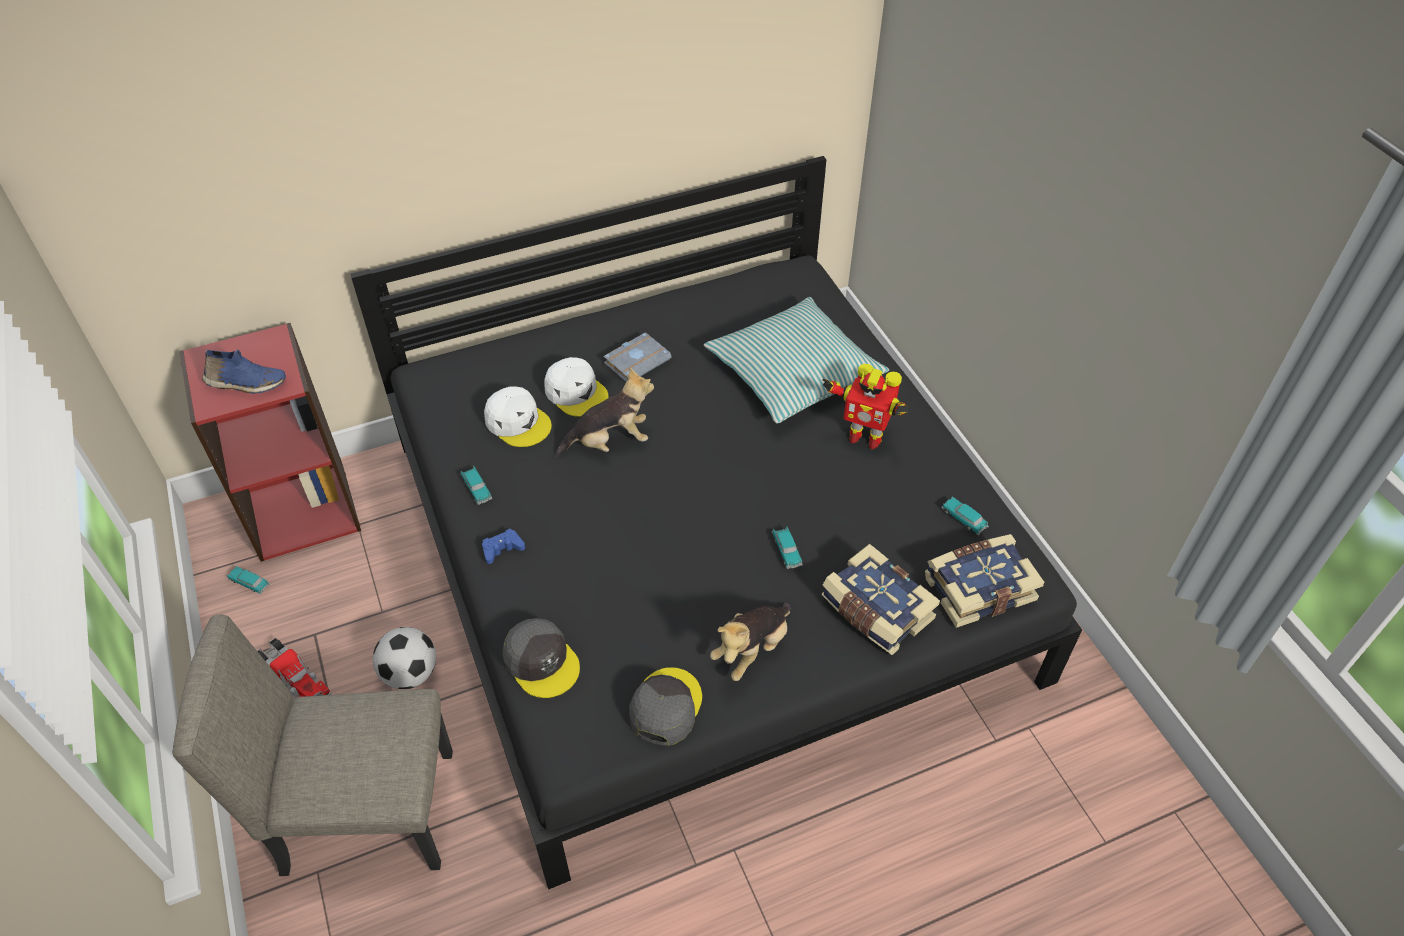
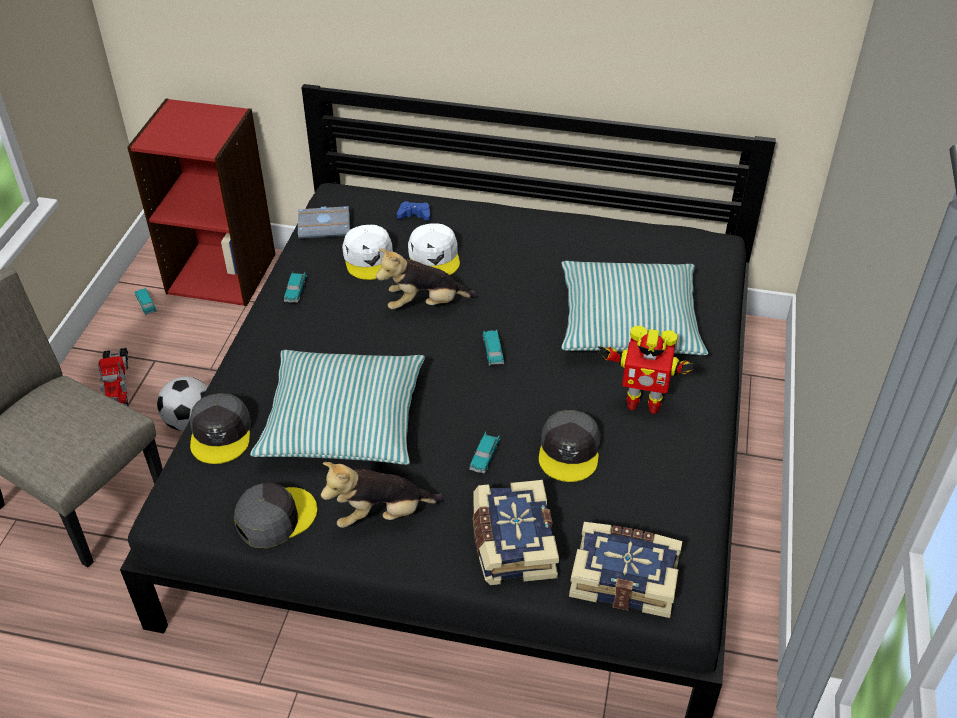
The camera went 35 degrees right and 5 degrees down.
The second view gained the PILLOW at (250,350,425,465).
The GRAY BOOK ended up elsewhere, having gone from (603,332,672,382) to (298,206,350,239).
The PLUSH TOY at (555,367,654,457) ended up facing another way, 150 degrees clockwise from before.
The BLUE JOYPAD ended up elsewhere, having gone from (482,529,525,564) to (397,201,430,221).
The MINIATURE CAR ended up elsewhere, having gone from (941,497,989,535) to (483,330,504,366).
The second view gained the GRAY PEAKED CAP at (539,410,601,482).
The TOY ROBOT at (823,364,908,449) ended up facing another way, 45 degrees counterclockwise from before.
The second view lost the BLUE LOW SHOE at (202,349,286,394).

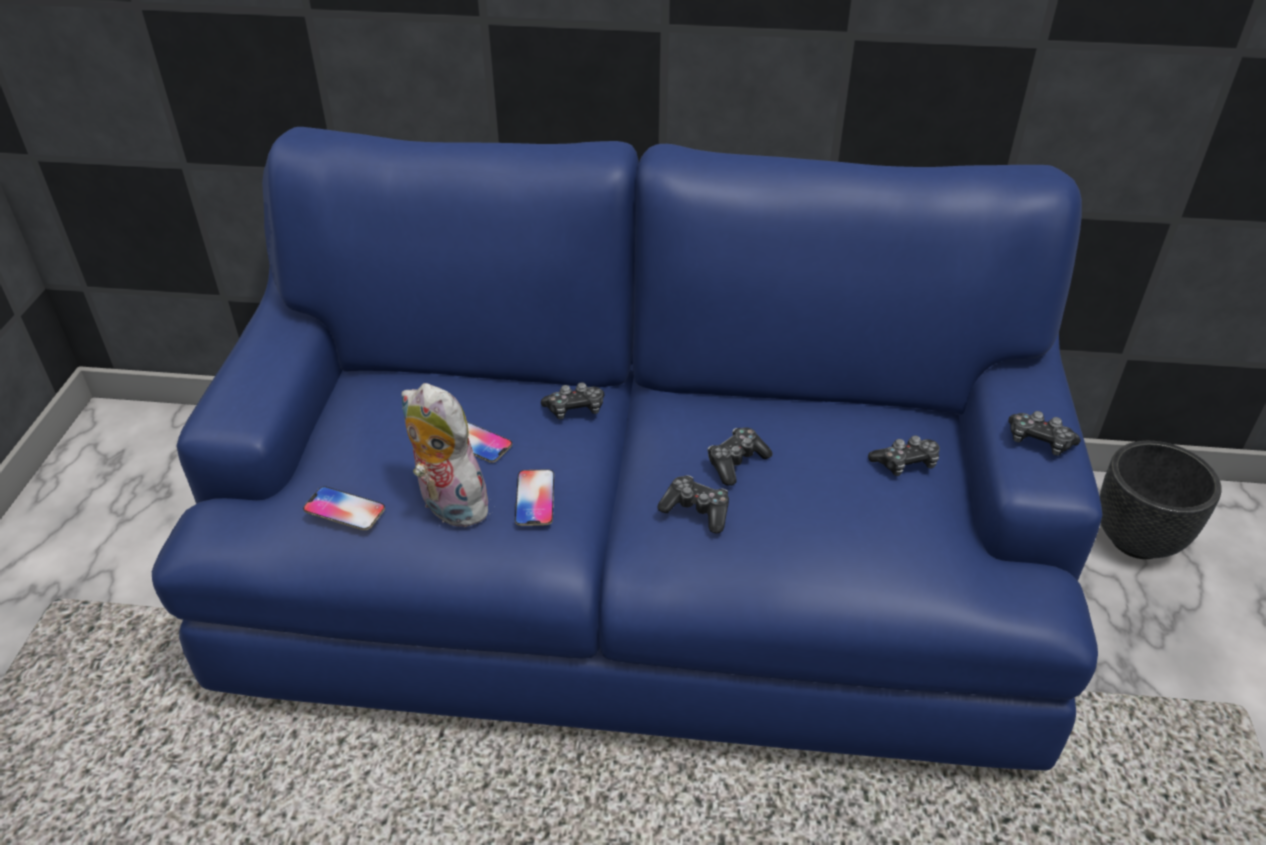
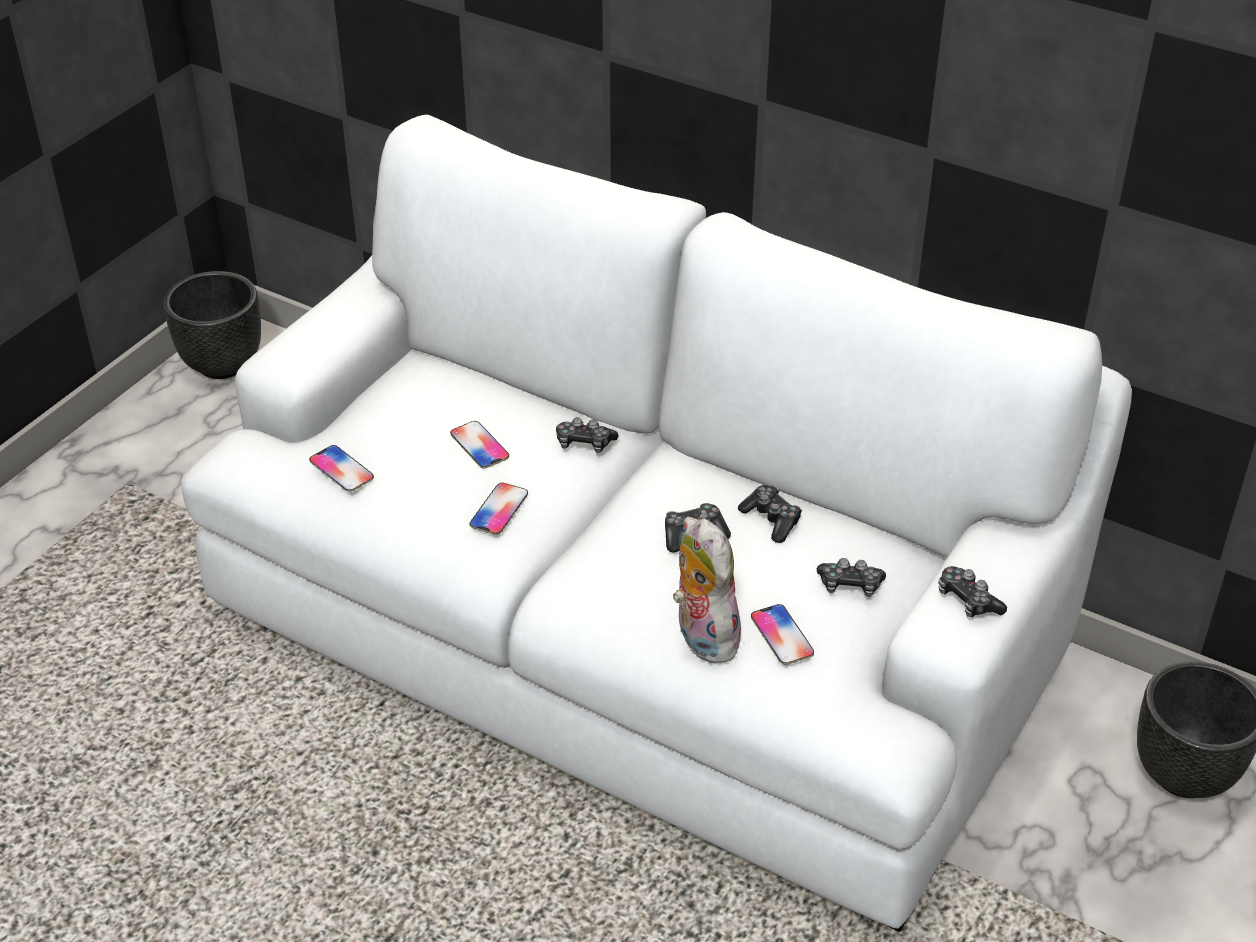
The camera went 25 degrees right and 0 degrees up.
The second view gained the BLACK PLANTER at (164,271,261,379).
What was the BLUE SETTEE at (152,127,1102,770) turned into the WHITE-COLOURED SETTEE at (181,115,1132,932).
The PLUSH TOY ended up elsewhere, having gone from (401,383,497,527) to (673,517,741,663).
The JOYPAD ended up elsewhere, having gone from (658,475,729,534) to (738,485,802,543).
The second view gained the PHONE at (751,604,814,665).

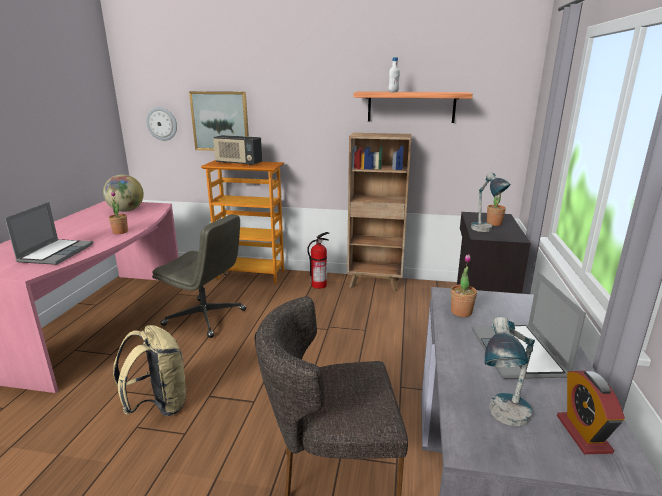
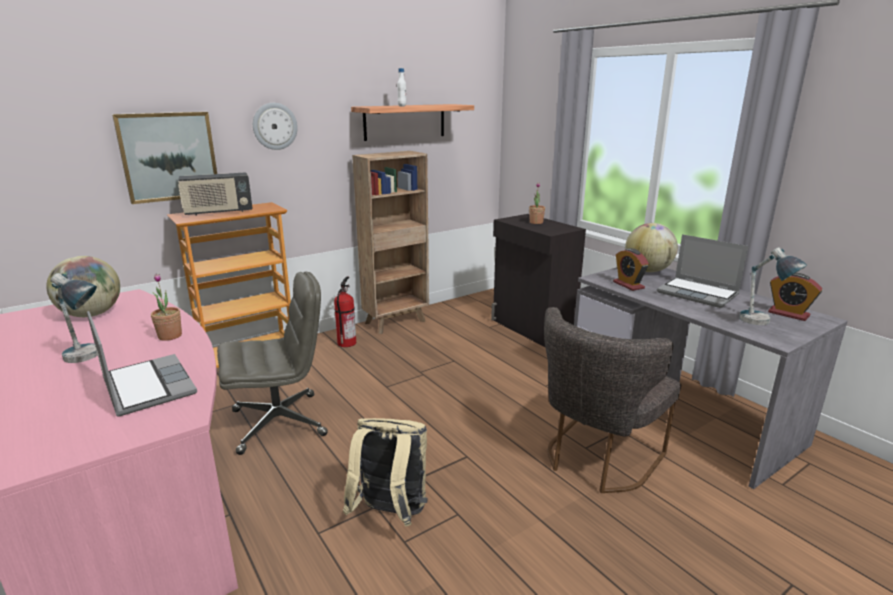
The camera went 45 degrees left and 0 degrees up.
The LAMP FOR A TABLE ended up elsewhere, having gone from (471,172,510,232) to (51,273,98,363).
The HANGING CLOCK ended up elsewhere, having gone from (146,107,177,141) to (253,103,298,150).
Where the POTTED PLANT stood at (451,254,477,317), the BEDSIDE CLOCK came to stand at (613,248,649,291).
The second view gained the WORLD GLOBE at (625,223,678,272).

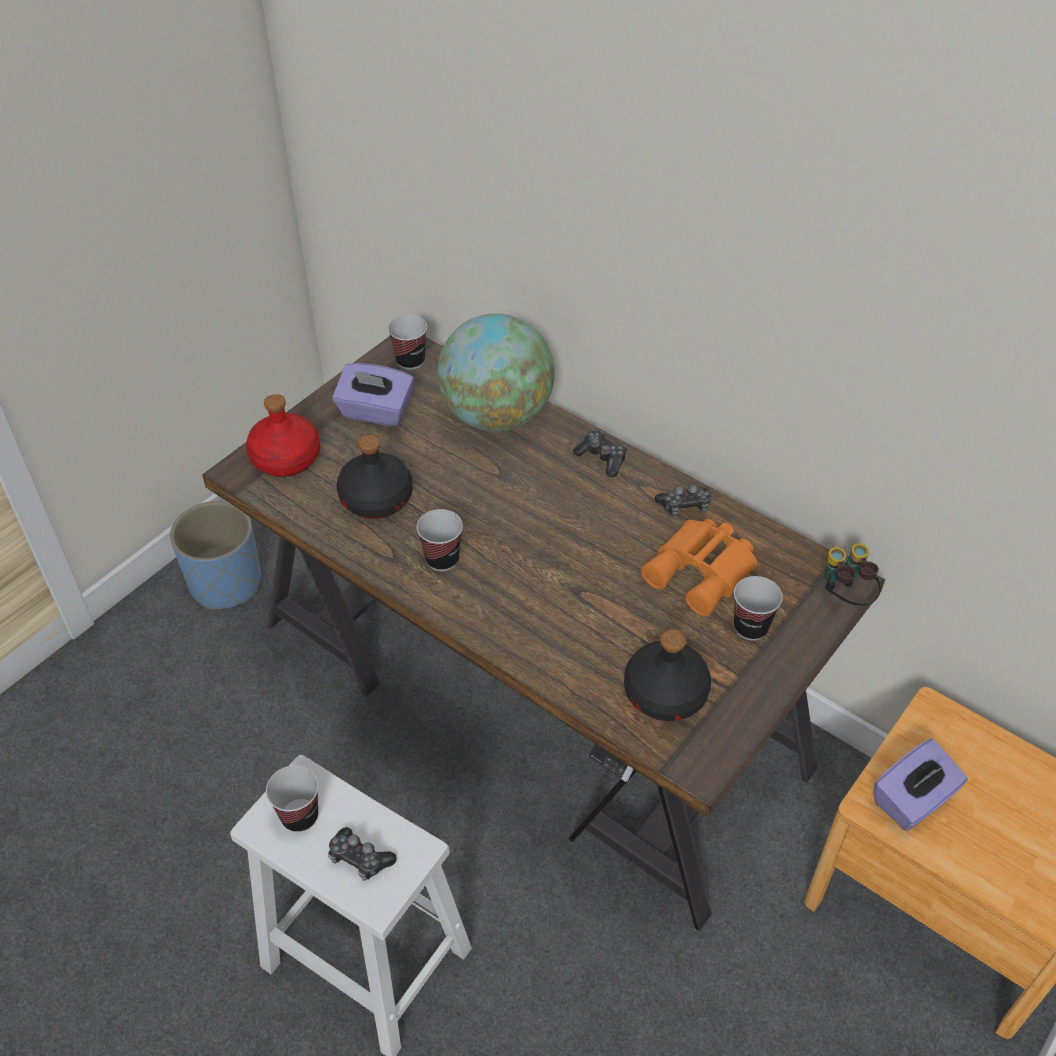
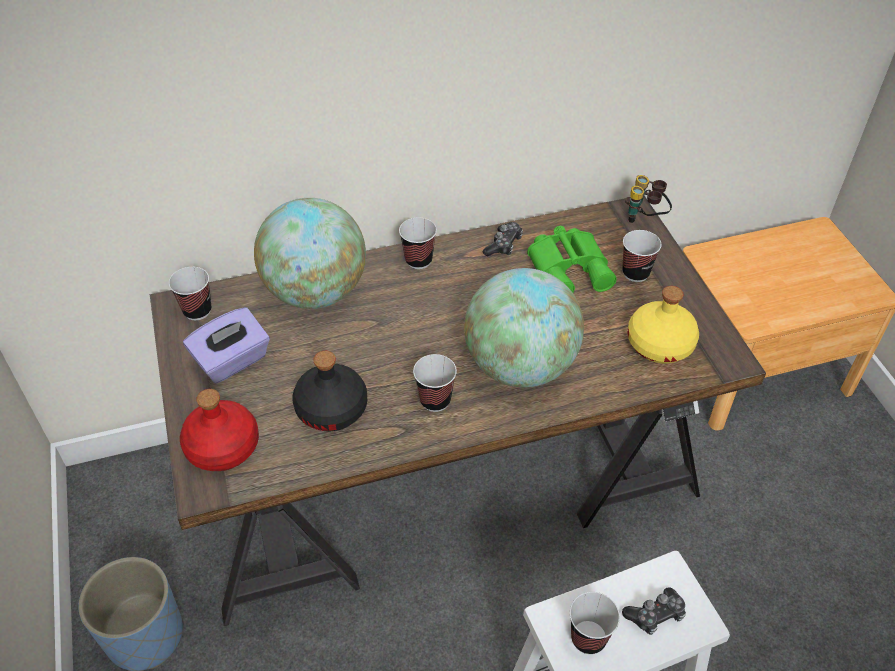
The camera went 55 degrees left and 0 degrees up.
Where the JOYPAD stood at (573,431,627,477), the CUP came to stand at (399,217,437,269).
The second view gained the WORLD GLOBE at (464,268,584,388).
What was the ORANGE BINOCULARS at (641,519,758,616) turned into the GREEN-COLOURED BINOCULARS at (527,226,617,293).
What was the BLACK BEVERAGE BOTTLE at (624,629,711,721) turned into the YELLOW-COLOURED BEVERAGE BOTTLE at (627,286,699,363).
The second view lost the PURPLISH TISSUE BOX at (874,739,968,831).

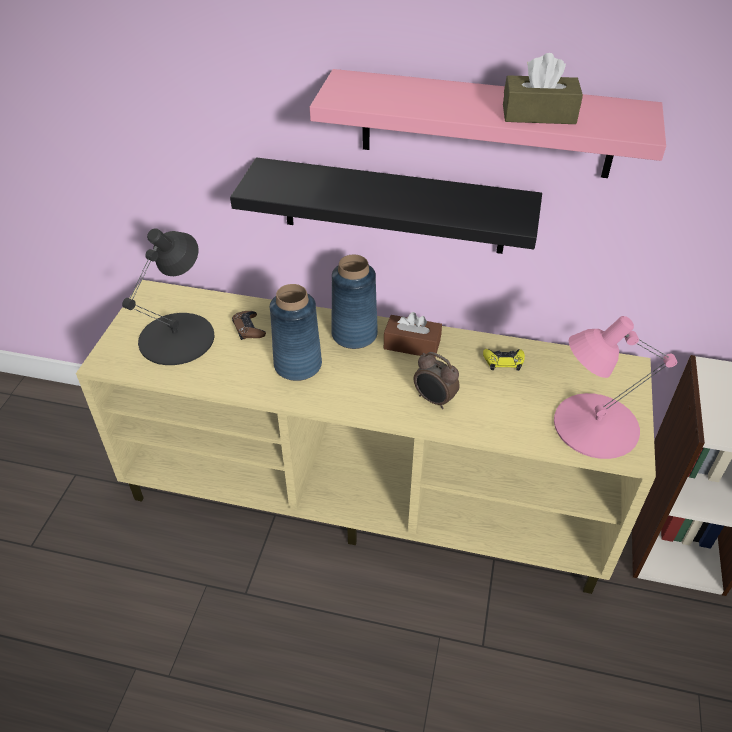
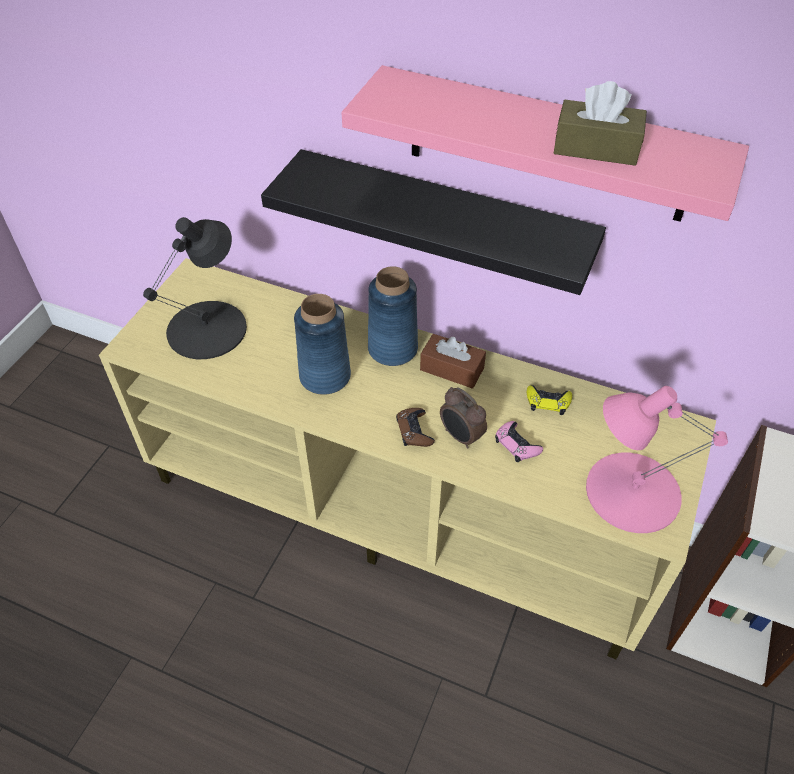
The camera went 10 degrees right and 5 degrees up.
The BROWNISH JOYPAD ended up elsewhere, having gone from (232,311,266,340) to (396,408,435,447).
The second view gained the PINK JOYPAD at (495,421,543,462).

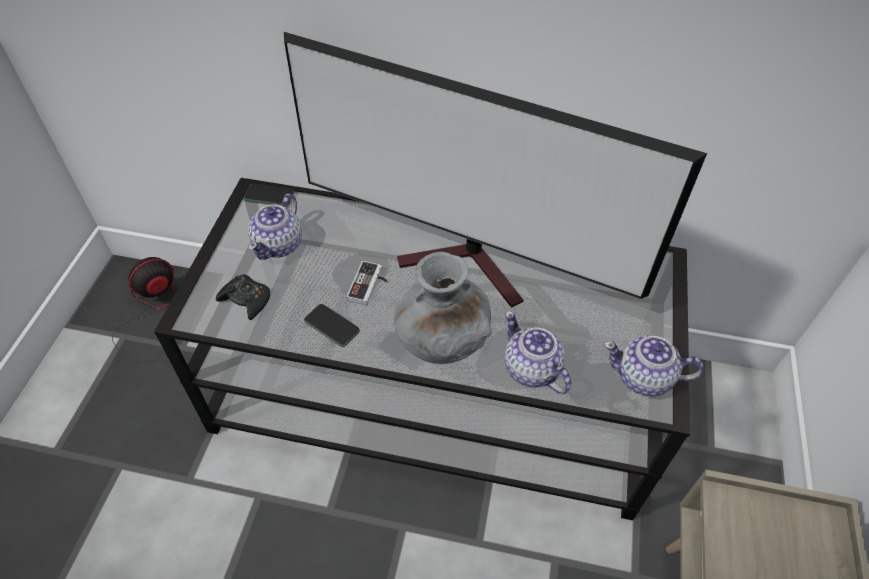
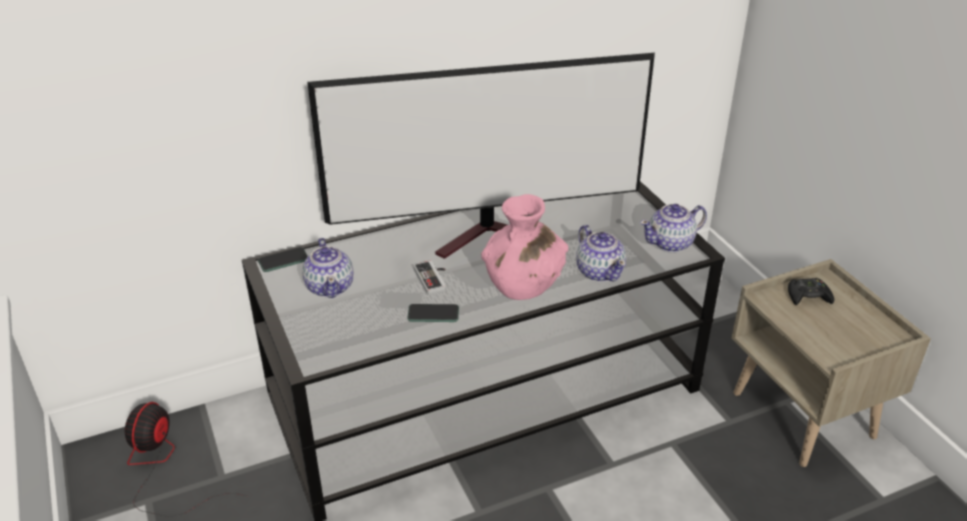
The camera went 35 degrees left and 15 degrees down.
What was the GRAY FLOWER VASE at (394,252,492,364) turned into the PINK FLOWER VASE at (481,194,569,300).
The TEA POT at (504,311,571,394) ended up facing another way, 135 degrees counterclockwise from before.
The BLACK JOYPAD ended up elsewhere, having gone from (216,274,270,320) to (788,278,834,305).

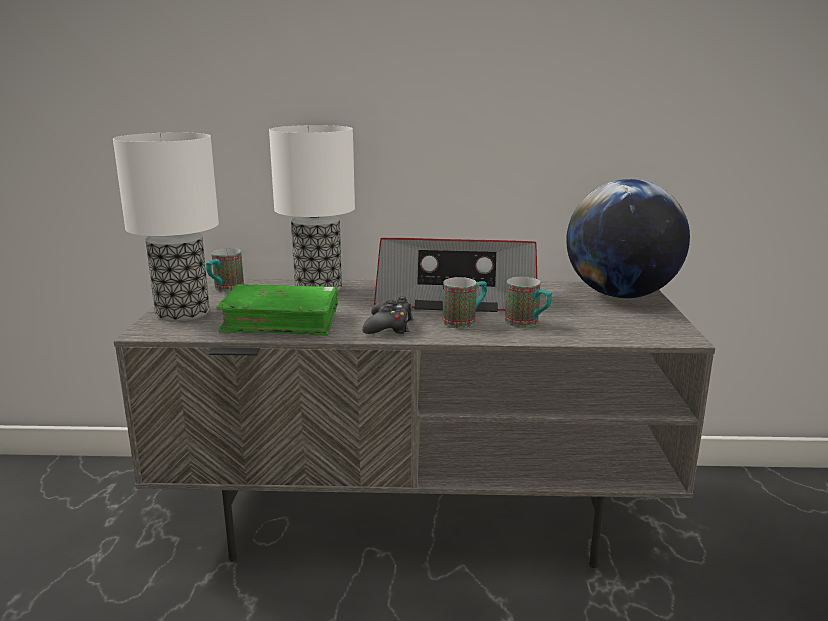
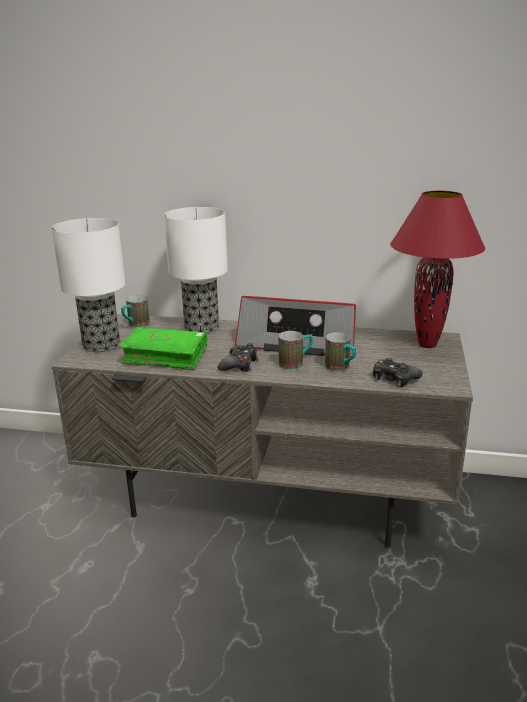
The camera went 10 degrees right and 5 degrees up.
The second view gained the BLACK JOYPAD at (373,358,423,387).
Where the WORLD GLOBE stood at (566,179,690,298), the REDDISH LAMP FOR A TABLE came to stand at (390,191,486,348).

